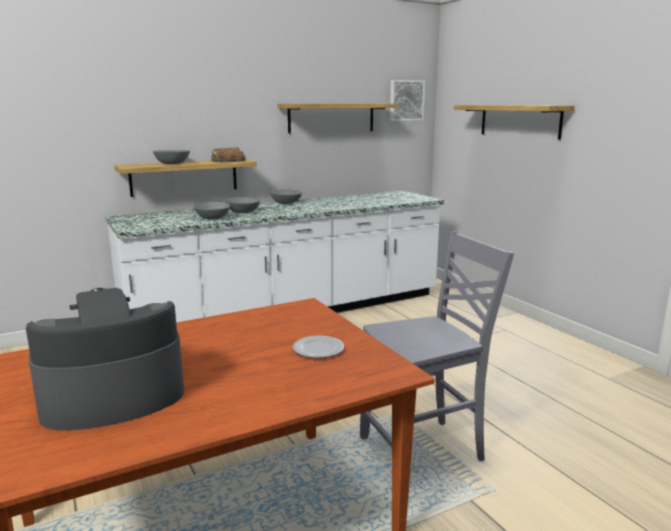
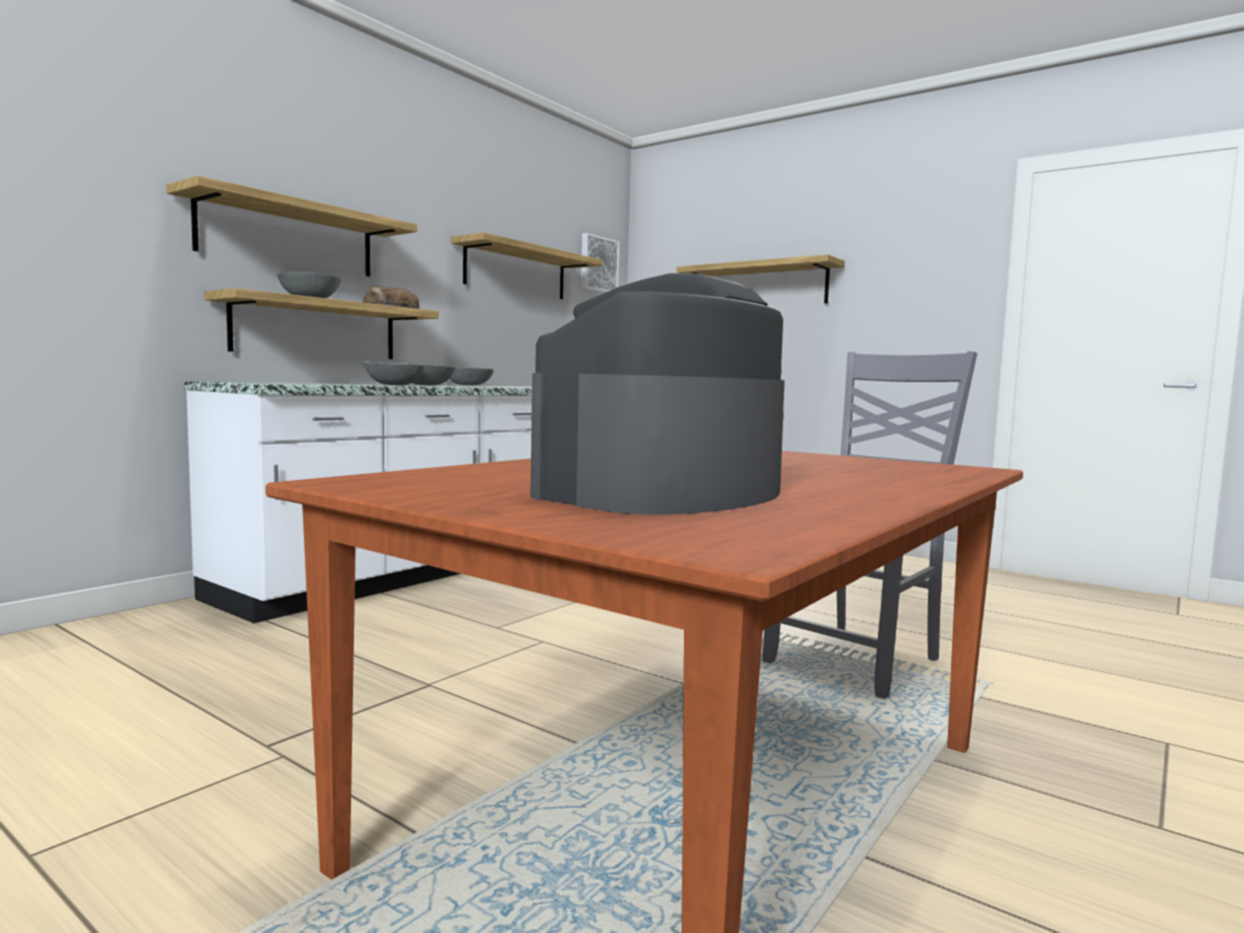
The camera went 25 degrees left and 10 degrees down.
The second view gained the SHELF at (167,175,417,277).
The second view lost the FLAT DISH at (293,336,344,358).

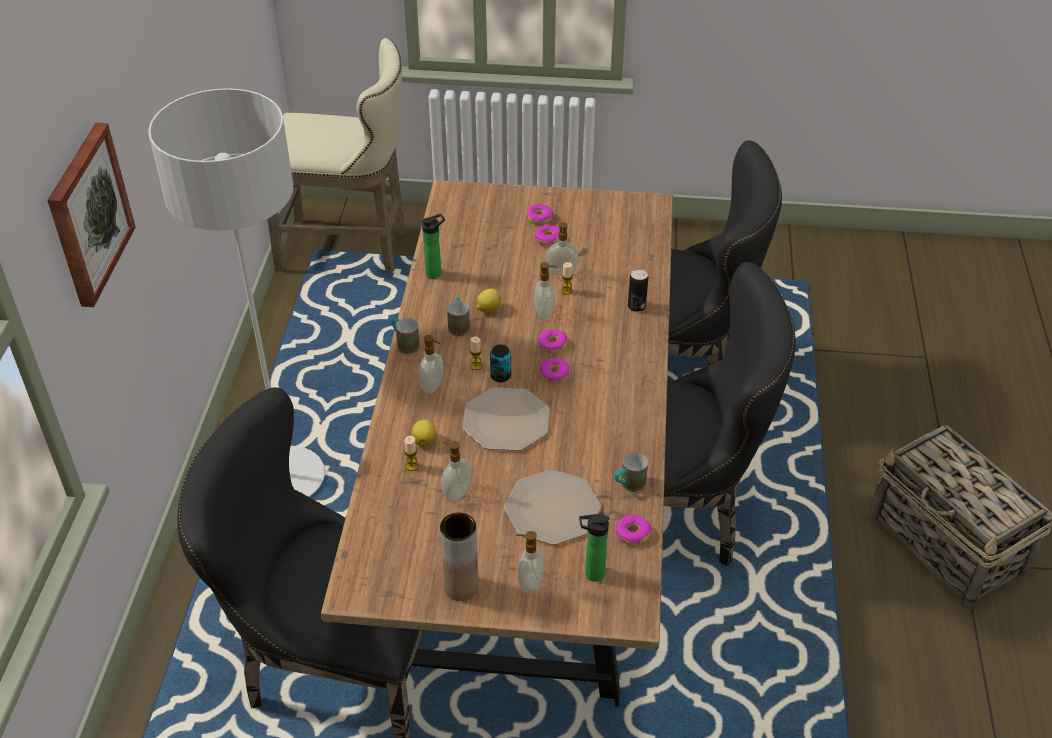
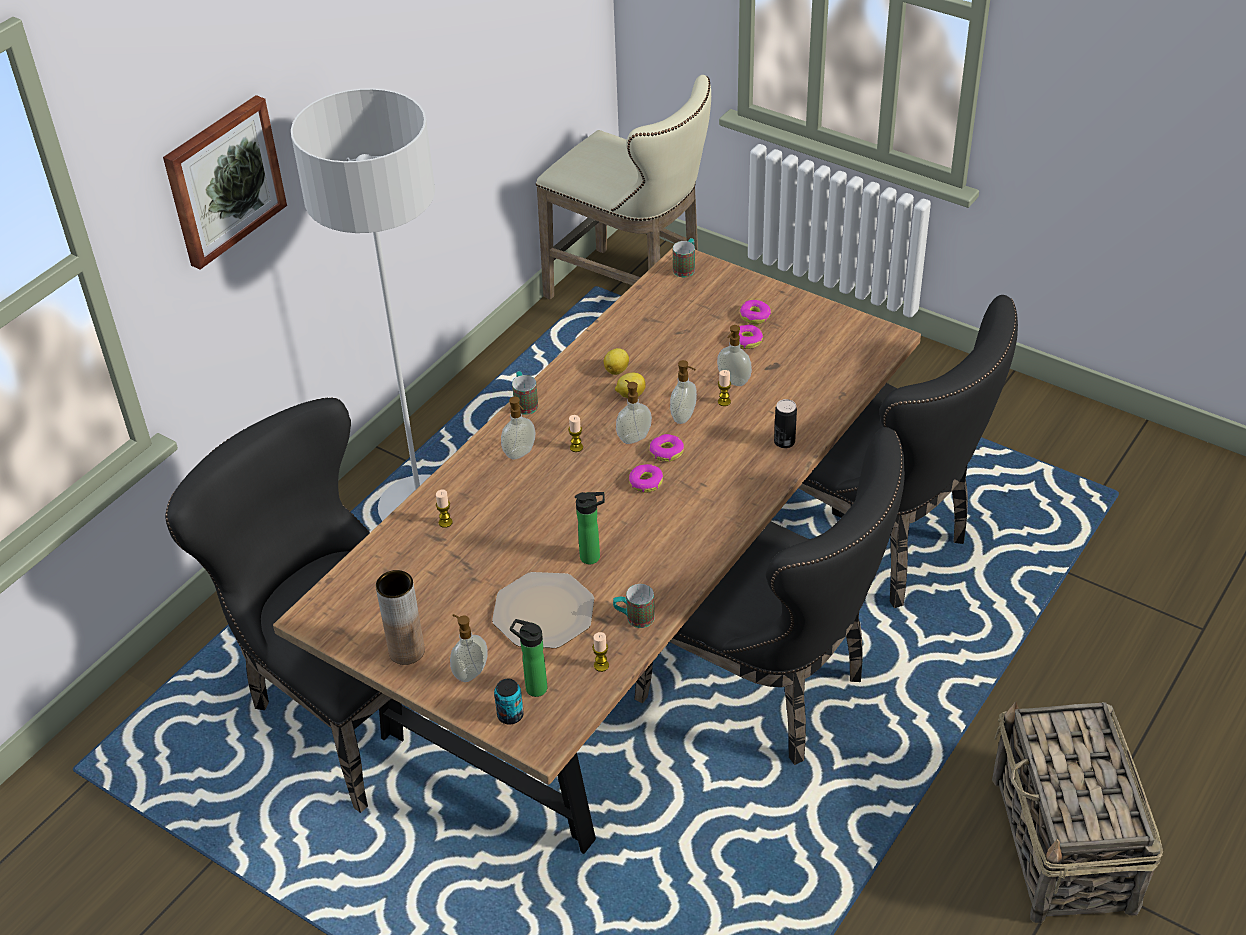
The camera went 30 degrees right and 0 degrees up.
The METAL CAN ended up elsewhere, having gone from (490,345,511,382) to (494,679,524,725).
The BEVERAGE BOTTLE ended up elsewhere, having gone from (422,214,445,279) to (575,492,605,564).
Where the DOUGHNUT stood at (616,515,651,545), the WAX LIGHT came to stand at (592,632,609,672).
The CITRUS FRUIT ended up elsewhere, having gone from (411,420,436,447) to (604,348,629,375).
The SOAP DISPENSER ended up elsewhere, having gone from (441,441,471,502) to (616,380,652,444).
The MUG ended up elsewhere, having gone from (447,297,470,337) to (673,238,695,277).
The second view lost the FLAT DISH at (462,388,550,451).

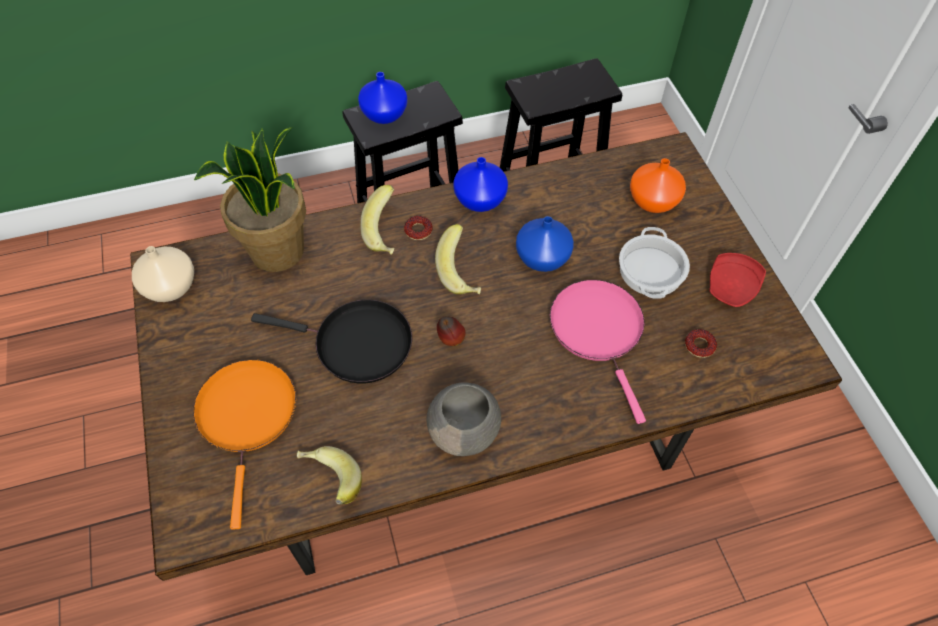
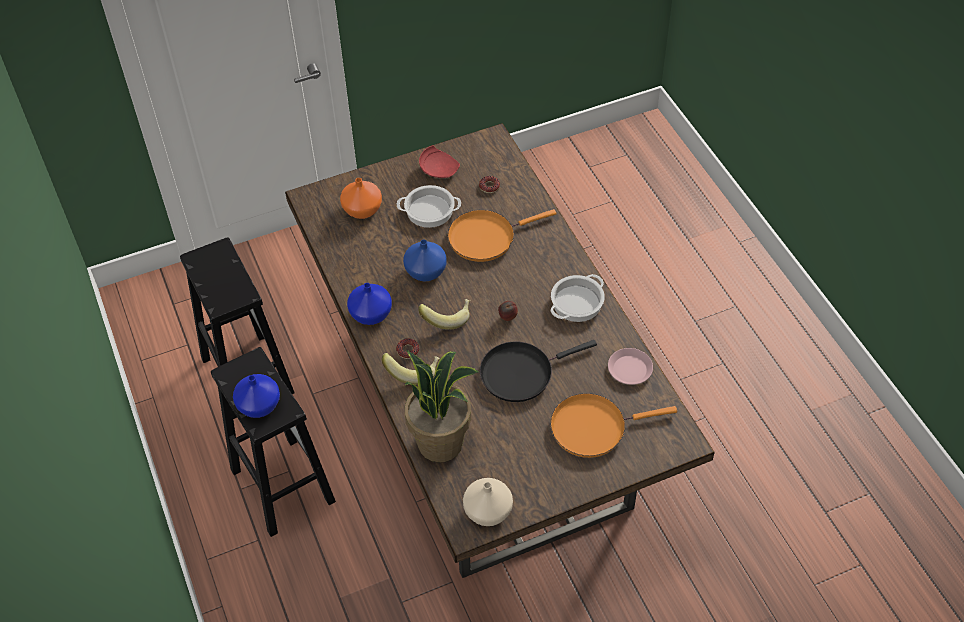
The camera went 95 degrees left and 5 degrees down.
What was the PINK FRYING PAN at (550,280,646,424) turned into the ORANGE FRYING PAN at (448,209,557,262).
The BLACK FRYING PAN at (251,299,412,384) ended up facing another way, 120 degrees counterclockwise from before.
Where the GRAY SERVING BOWL stood at (427,382,501,456), the SAUCEPOT came to stand at (550,274,605,322).
Where the BANANA stood at (297,446,362,505), the PINK FLAT DISH came to stand at (608,348,653,385).

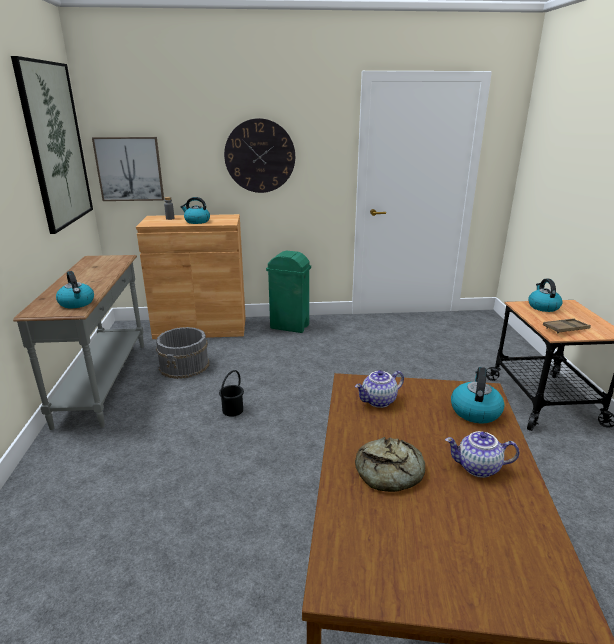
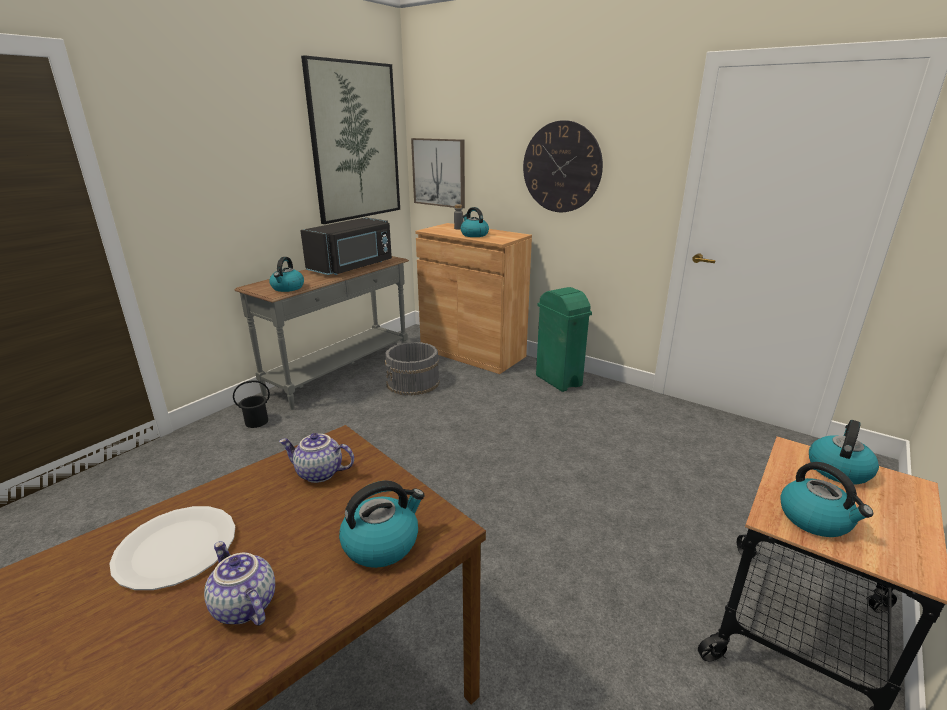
The camera went 40 degrees right and 0 degrees up.
Where the BREAD stood at (355,437,425,492), the WHITE-COLOURED FLAT DISH came to stand at (109,506,235,590).
The BLACK WATER BUCKET ended up elsewhere, having gone from (219,370,244,417) to (233,380,270,428).
The second view gained the BLACK MICROWAVE at (300,217,392,275).
Where the BROWNISH TRAY stood at (543,318,591,333), the KETTLE came to stand at (780,462,873,537).

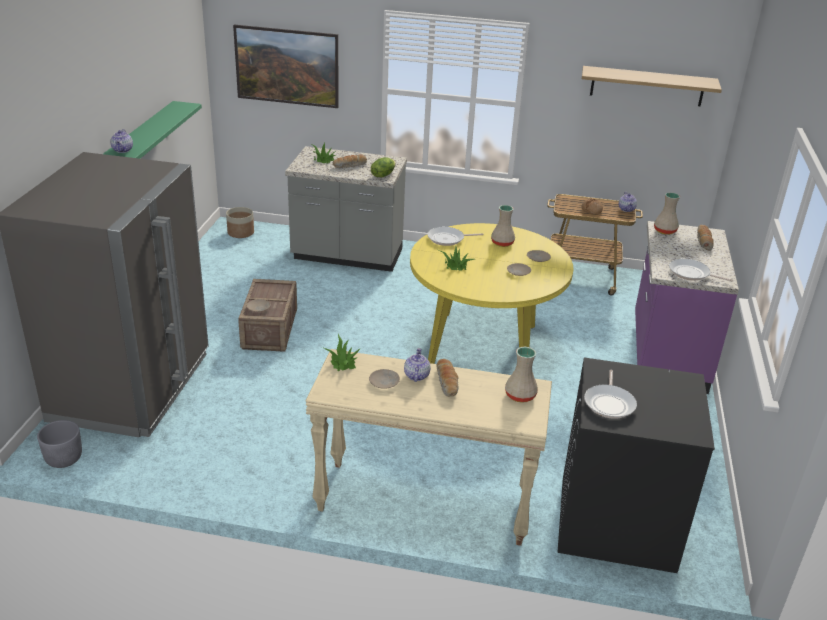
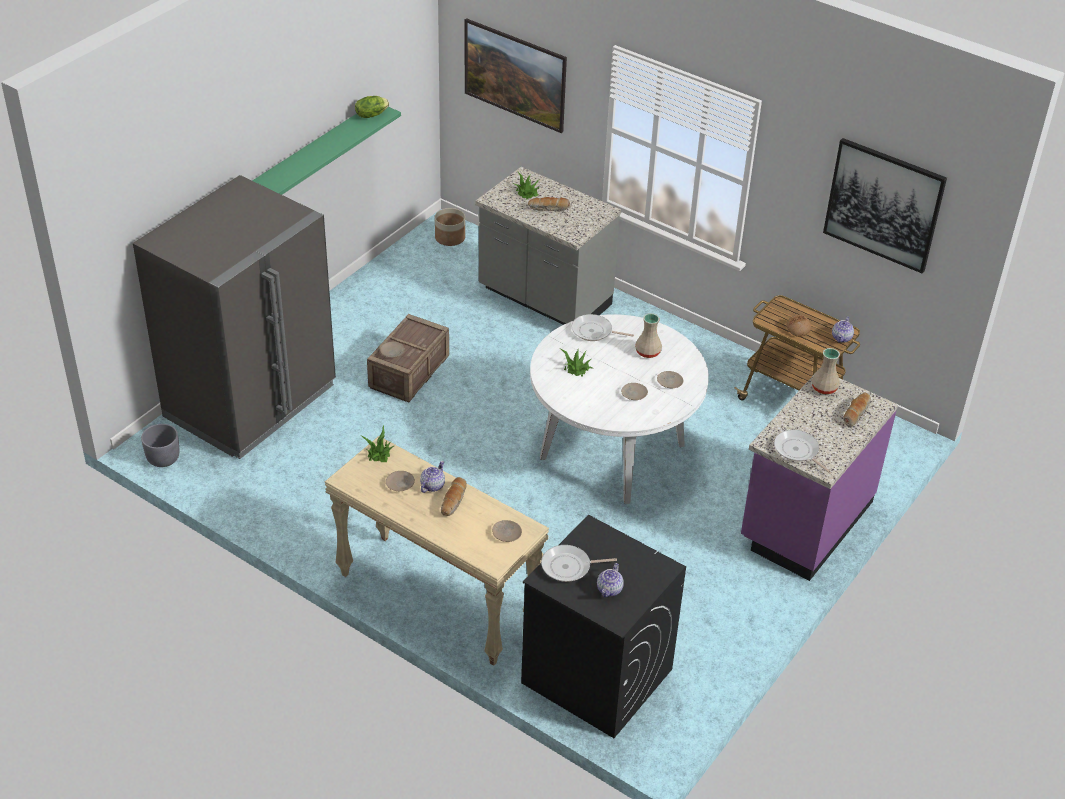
The camera went 25 degrees right and 10 degrees up.
The LETTUCE ended up elsewhere, having gone from (371,157,395,177) to (355,96,389,118).
Where the BEIGE-COLOURED FLOWER VASE stood at (505,347,538,403), the BEIGE-COLOURED FLAT DISH came to stand at (492,520,522,542).
What was the YELLOW-COLOURED KITCHEN TABLE at (410,223,573,364) turned into the WHITE-COLOURED KITCHEN TABLE at (530,314,709,504).
The FRYING PAN at (584,370,637,419) ended up facing another way, 45 degrees clockwise from before.
The TEA POT ended up elsewhere, having gone from (110,129,133,153) to (597,563,624,597).
Where the SHELF hung at (582,66,722,106), the WALL PICTURE came to hang at (823,138,947,273).

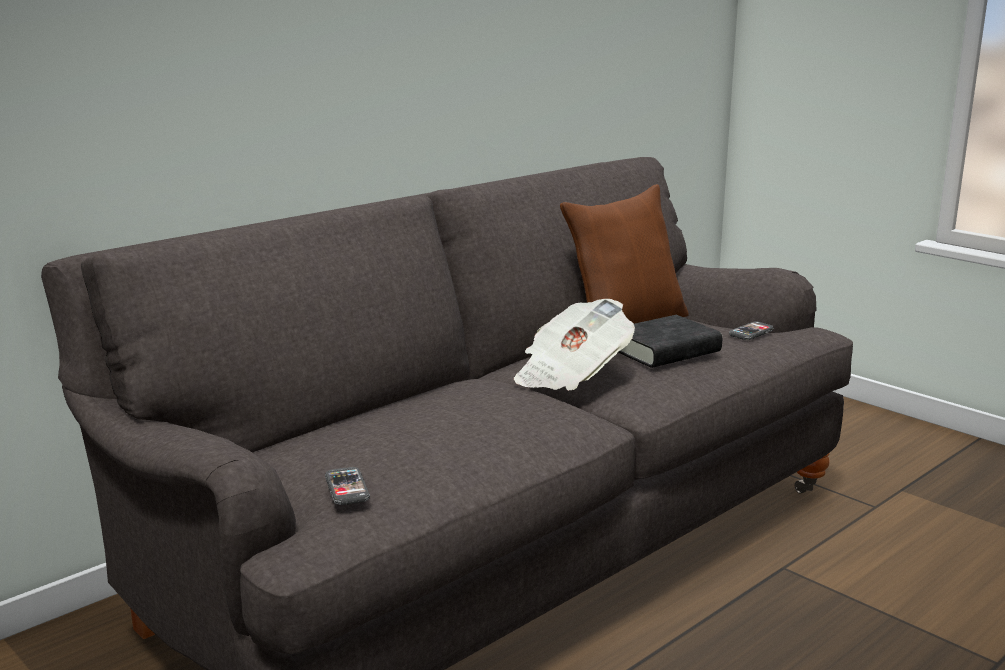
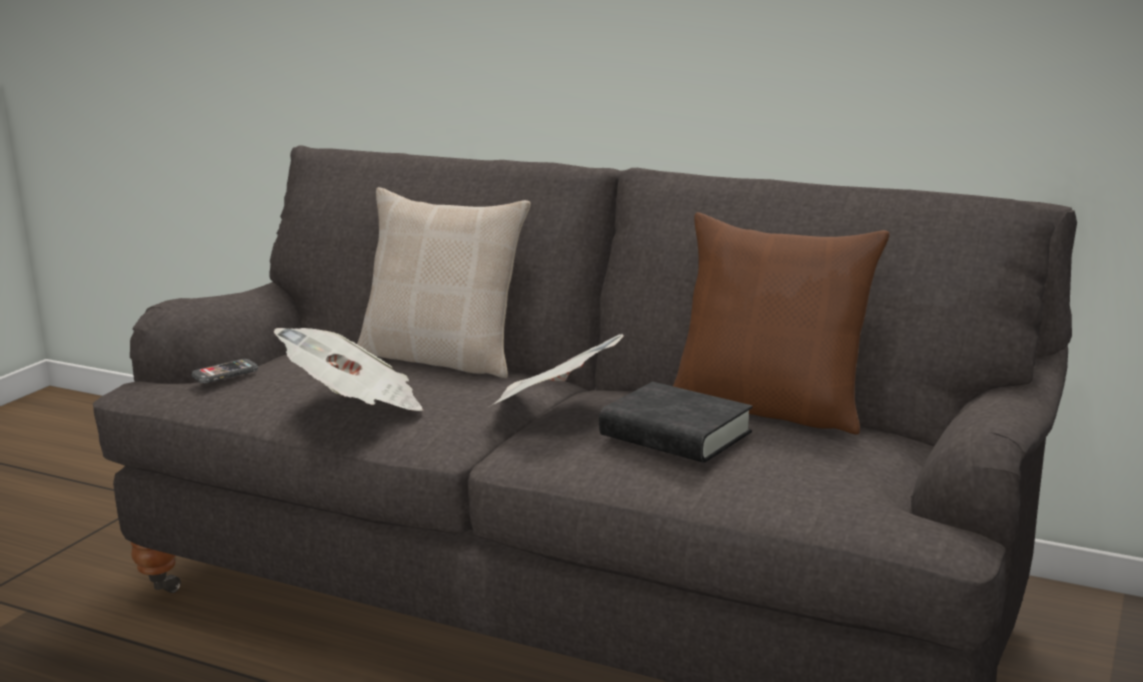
The camera went 70 degrees right and 0 degrees up.
The second view gained the NEWSPAPER at (274,328,423,411).
The second view gained the BEIGE-COLOURED PILLOW at (357,187,531,378).
The second view lost the PHONE at (729,322,774,340).

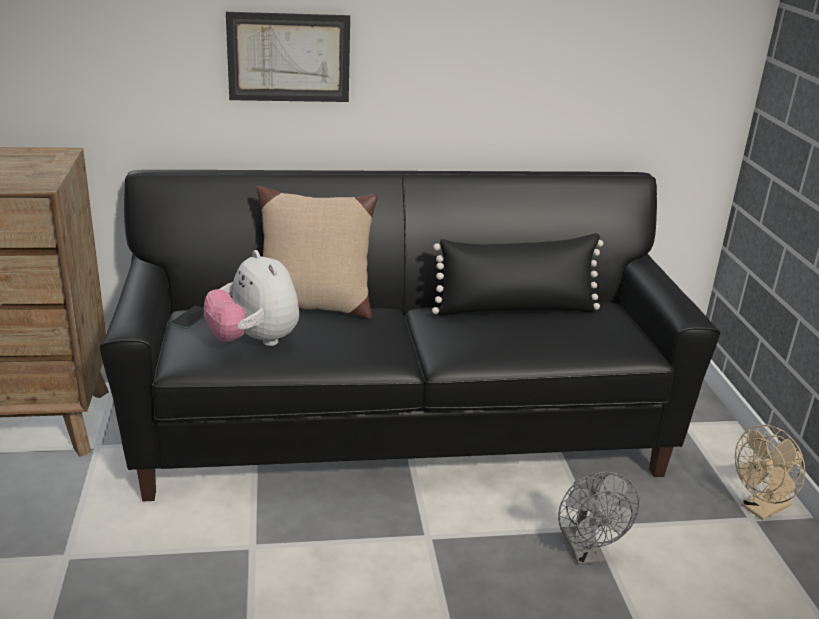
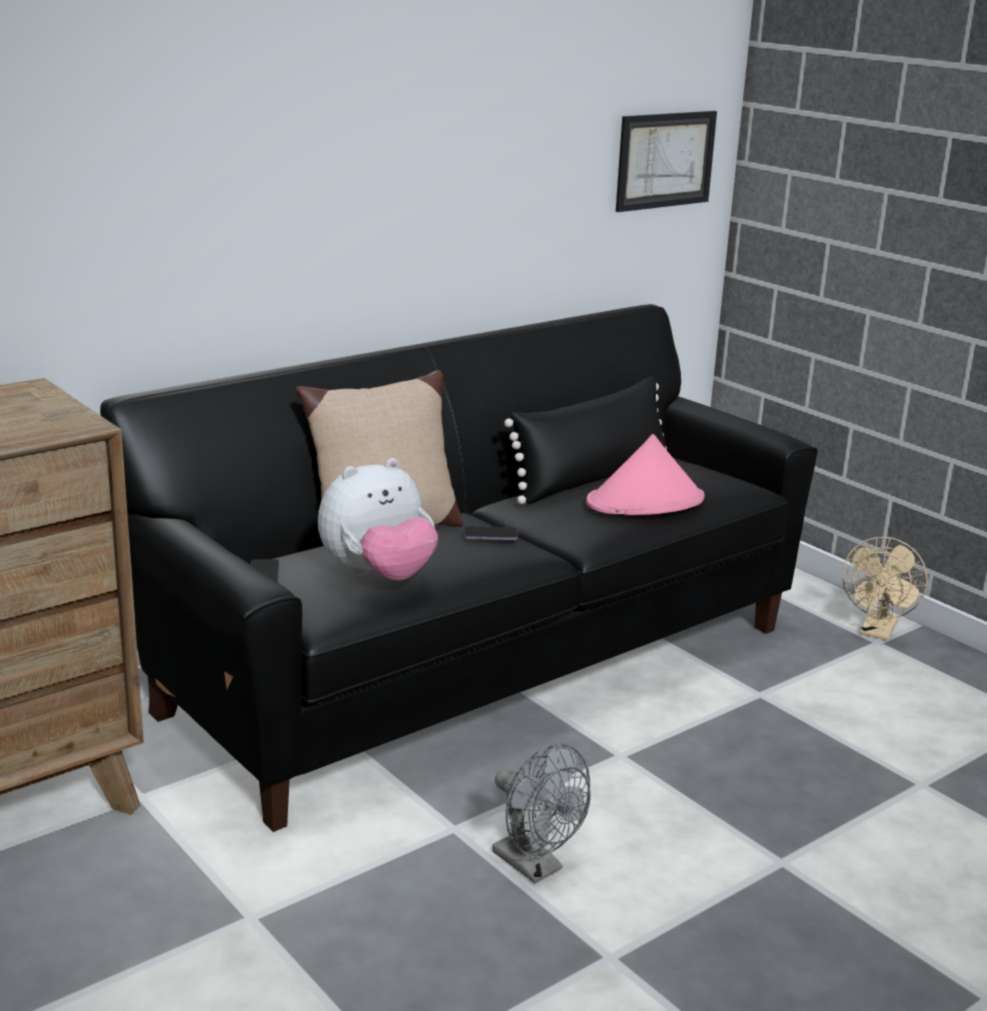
The camera went 30 degrees left and 5 degrees down.
The PLUSH TOY at (204,250,299,346) ended up facing another way, 60 degrees counterclockwise from before.
The second view gained the PHONE at (464,526,518,540).
The GRAY ELECTRIC FAN ended up elsewhere, having gone from (558,472,639,565) to (492,744,591,883).
The second view gained the PINK CLOTHING HAT at (586,434,704,515).
The WALL PICTURE ended up elsewhere, having gone from (226,12,350,102) to (616,111,717,212).

